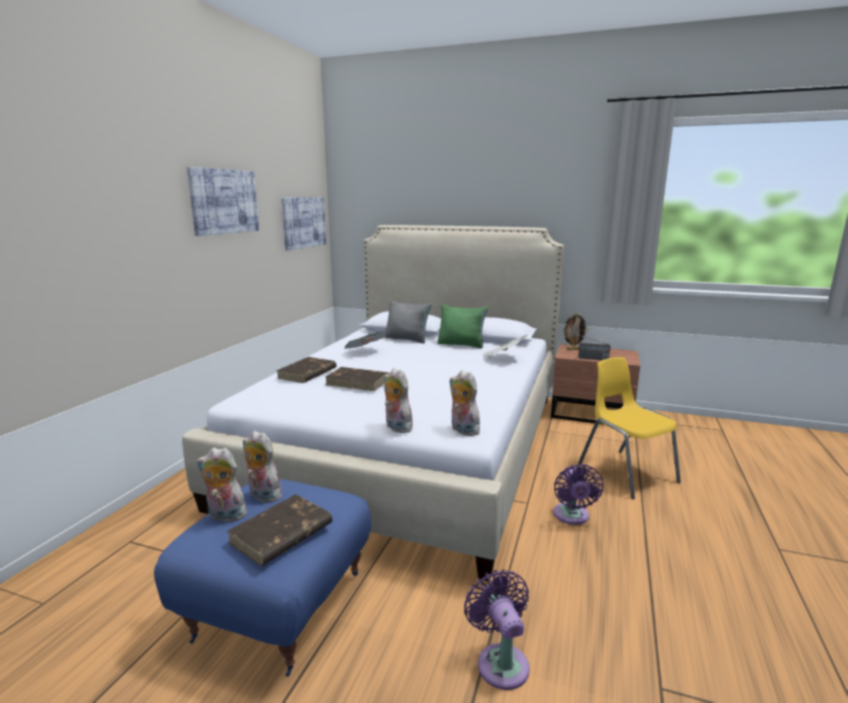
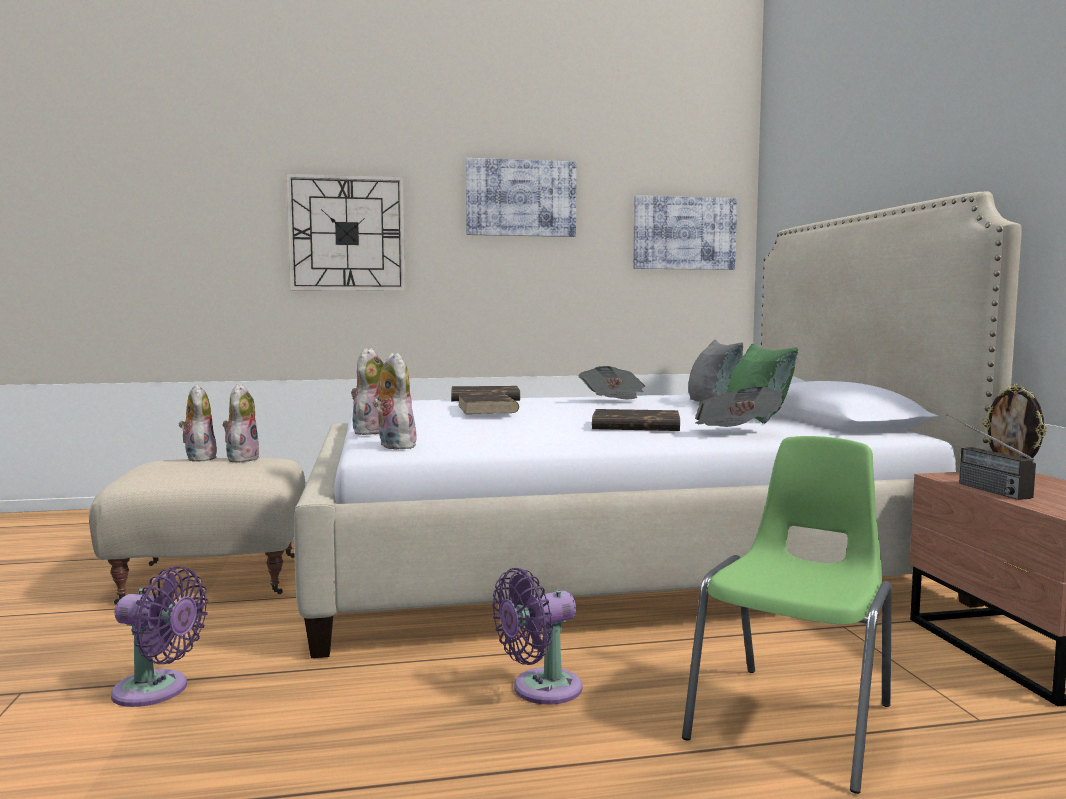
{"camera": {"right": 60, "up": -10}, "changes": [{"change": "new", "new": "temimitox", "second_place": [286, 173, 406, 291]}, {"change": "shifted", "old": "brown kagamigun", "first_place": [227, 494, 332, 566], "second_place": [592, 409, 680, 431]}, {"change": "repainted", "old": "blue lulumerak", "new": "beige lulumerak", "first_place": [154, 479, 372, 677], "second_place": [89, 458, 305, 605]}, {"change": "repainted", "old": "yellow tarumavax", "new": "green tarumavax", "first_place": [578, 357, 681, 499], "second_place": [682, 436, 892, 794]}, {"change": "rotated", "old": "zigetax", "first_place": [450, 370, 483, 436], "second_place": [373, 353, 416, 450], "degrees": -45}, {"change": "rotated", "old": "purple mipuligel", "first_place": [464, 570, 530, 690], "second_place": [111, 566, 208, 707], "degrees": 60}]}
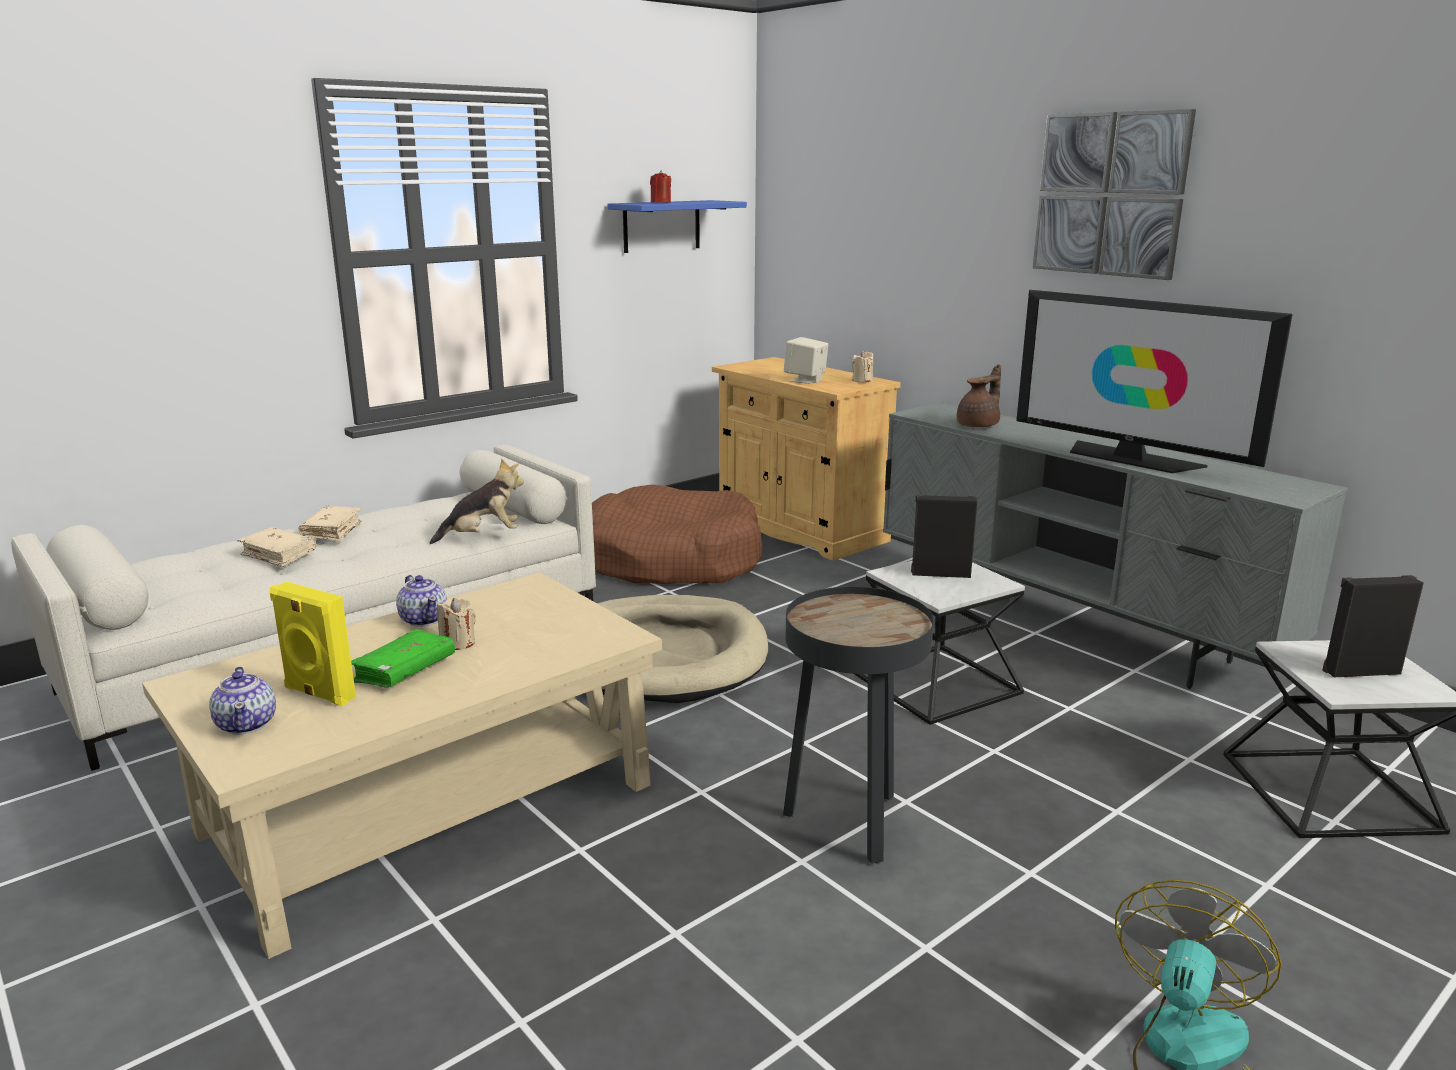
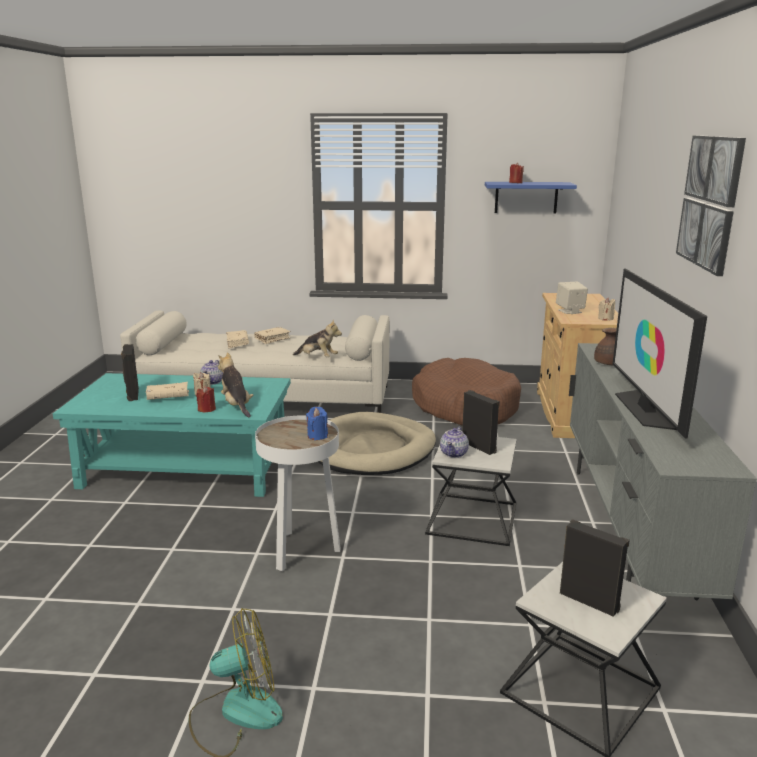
{"camera": {"right": 45, "up": 0}, "changes": [{"change": "new", "new": "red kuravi", "second_place": [196, 386, 216, 412]}, {"change": "new", "new": "zigetax", "second_place": [218, 352, 253, 417]}, {"change": "new", "new": "blue kuravi", "second_place": [306, 407, 328, 440]}, {"change": "shifted", "old": "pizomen", "first_place": [209, 667, 276, 735], "second_place": [440, 427, 469, 458]}, {"change": "repainted", "old": "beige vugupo", "new": "turquoise vugupo", "first_place": [142, 572, 662, 959], "second_place": [53, 373, 291, 497]}, {"change": "repainted", "old": "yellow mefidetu", "new": "black mefidetu", "first_place": [270, 582, 356, 706], "second_place": [121, 344, 139, 401]}, {"change": "repainted", "old": "green kagamigun", "new": "beige kagamigun", "first_place": [351, 629, 455, 688], "second_place": [146, 382, 189, 400]}, {"change": "repainted", "old": "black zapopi", "new": "white zapopi", "first_place": [783, 587, 934, 864], "second_place": [255, 416, 340, 571]}]}
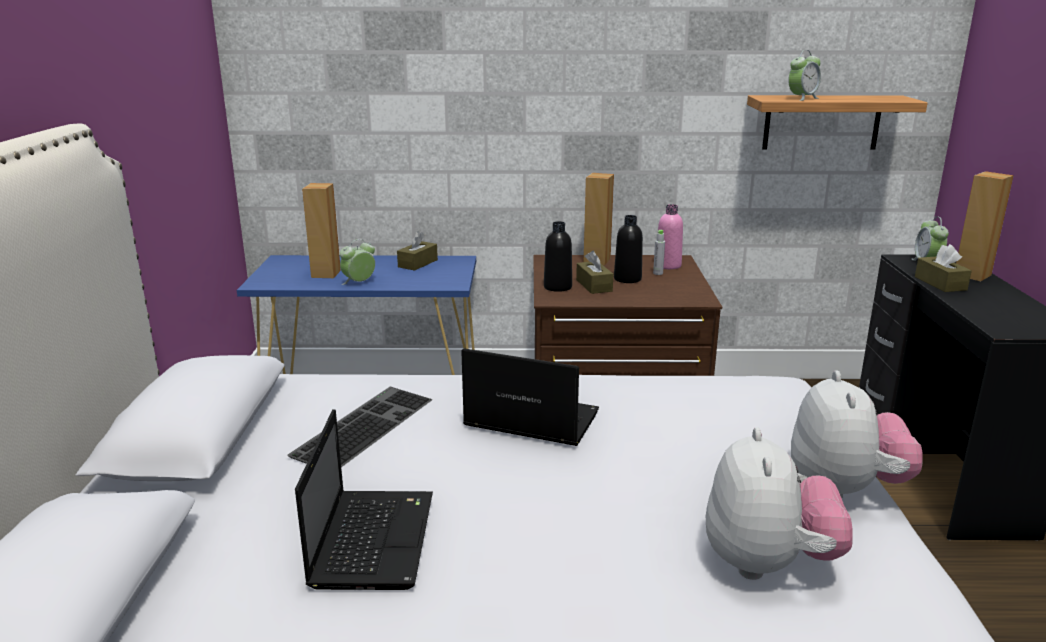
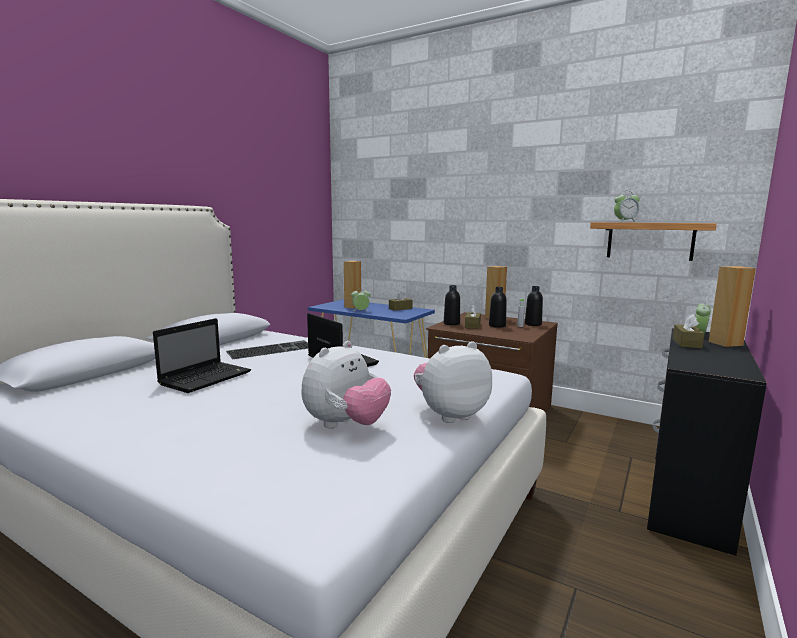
{"camera": {"right": 30, "up": -10}, "changes": [{"change": "repainted", "old": "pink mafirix", "new": "black mafirix", "first_place": [658, 204, 683, 269], "second_place": [525, 286, 543, 326]}, {"change": "rotated", "old": "zigetax", "first_place": [791, 370, 923, 498], "second_place": [414, 341, 492, 423], "degrees": -150}]}
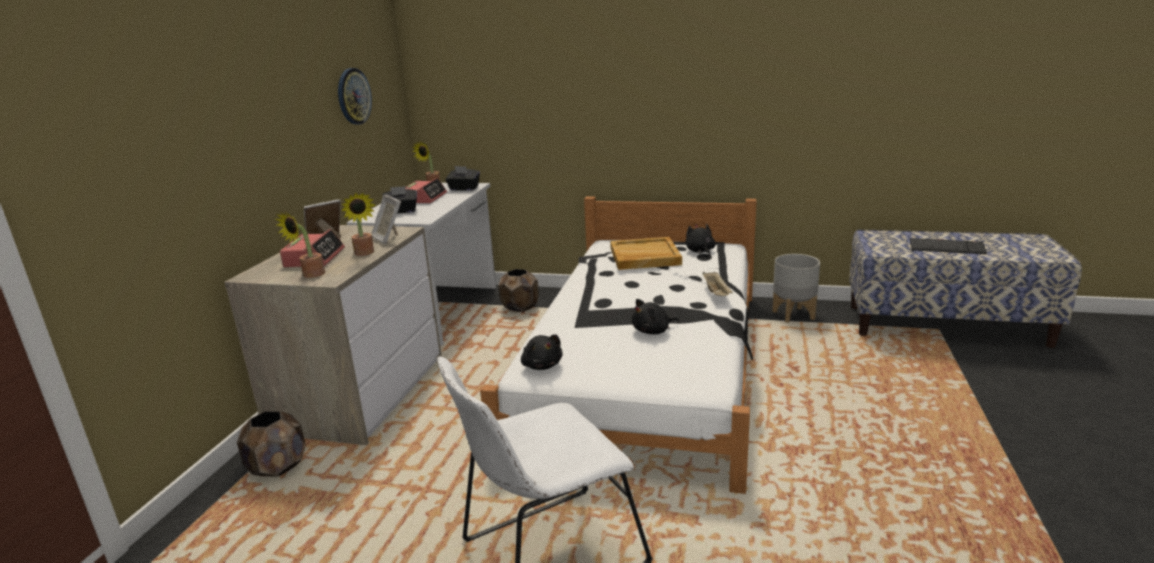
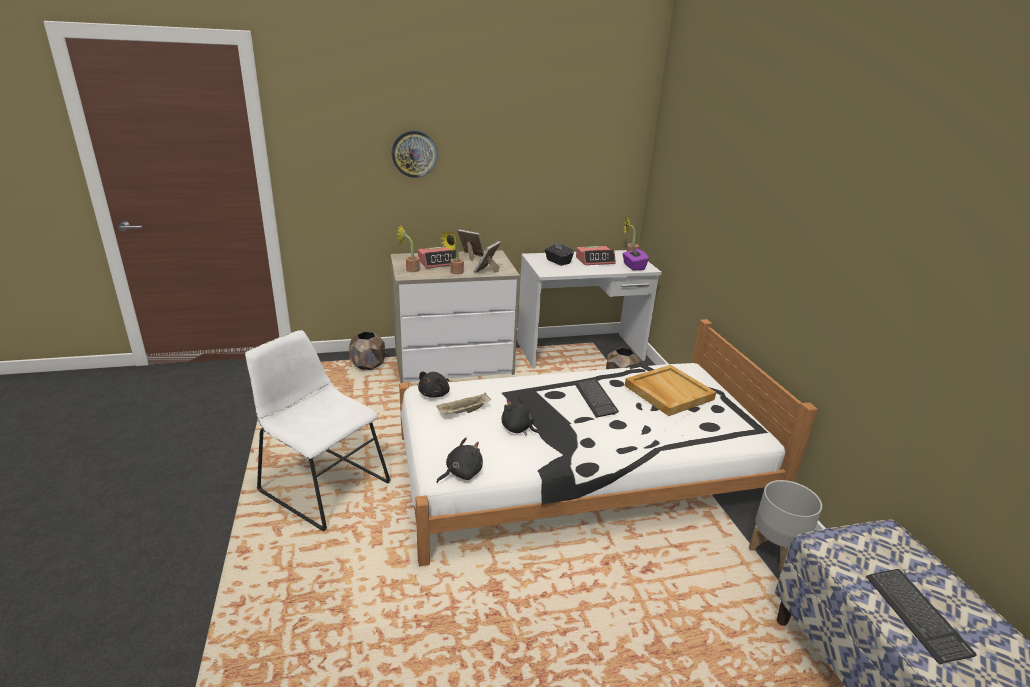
{"camera": {"right": 60, "up": 5}, "changes": [{"change": "new", "new": "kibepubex", "second_place": [575, 379, 619, 418]}, {"change": "shifted", "old": "temimitox", "first_place": [338, 68, 372, 124], "second_place": [392, 131, 438, 178]}, {"change": "shifted", "old": "black zigetax", "first_place": [686, 224, 716, 257], "second_place": [436, 438, 483, 483]}, {"change": "shifted", "old": "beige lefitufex", "first_place": [702, 272, 733, 296], "second_place": [436, 393, 491, 415]}, {"change": "repainted", "old": "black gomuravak", "new": "purple gomuravak", "first_place": [445, 166, 480, 191], "second_place": [623, 246, 649, 271]}]}
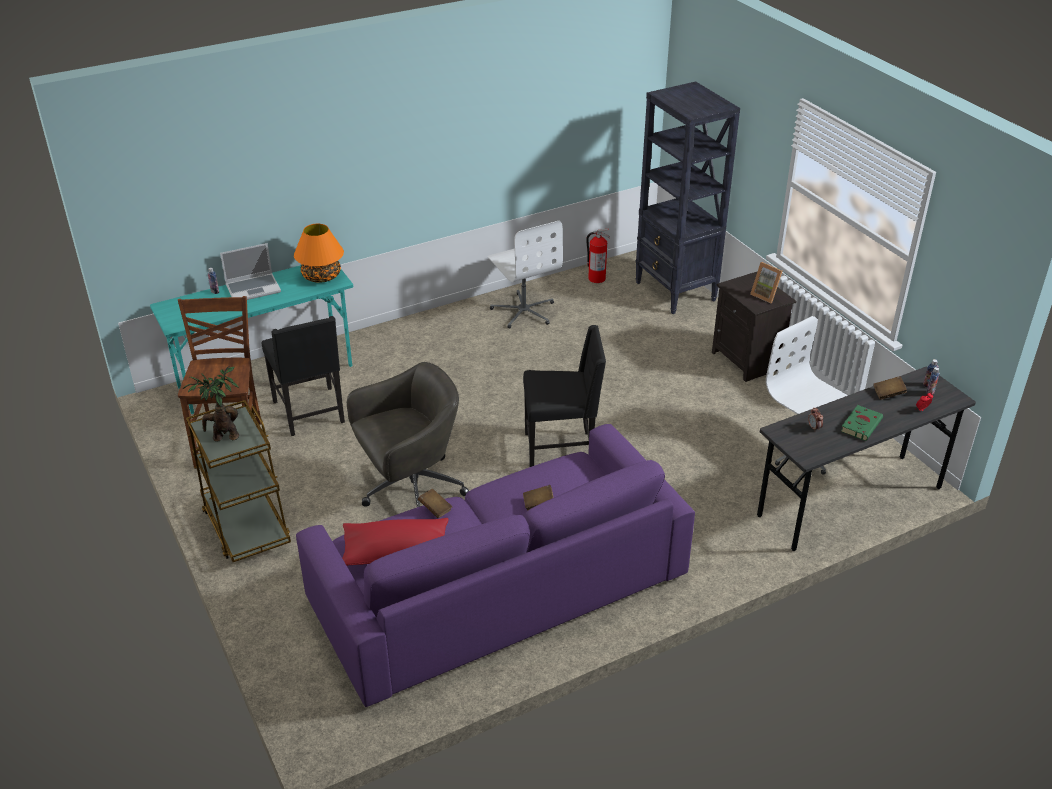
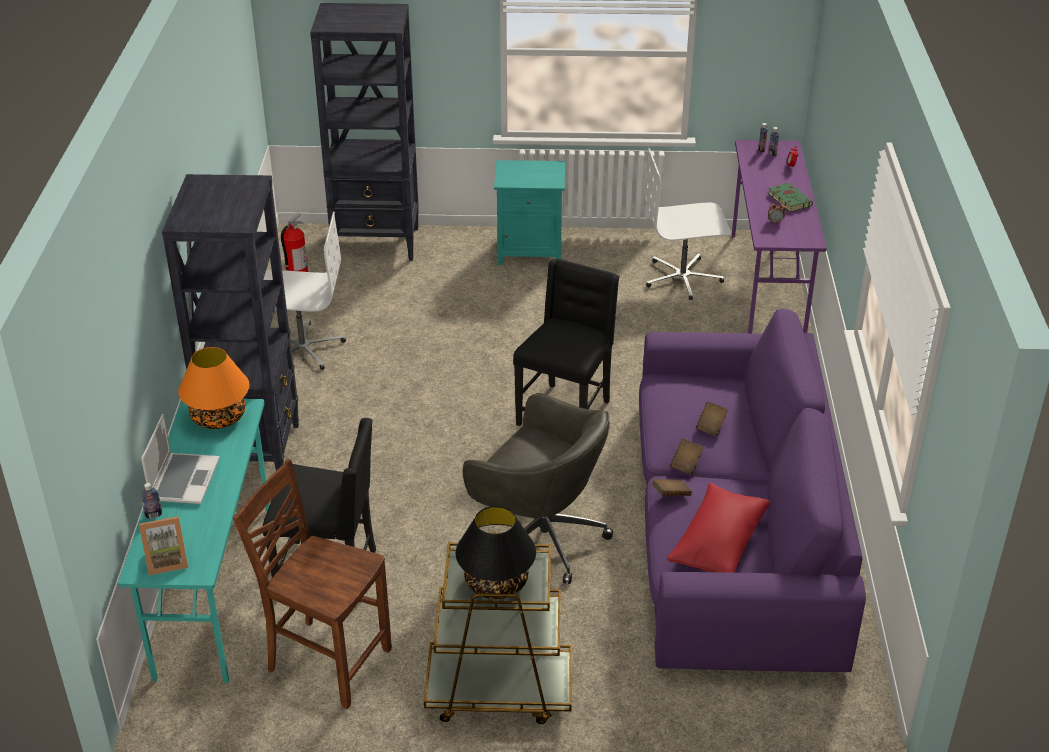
{"camera": {"right": -60, "up": 0}, "changes": [{"change": "new", "new": "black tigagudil", "second_place": [162, 174, 299, 471]}, {"change": "shifted", "old": "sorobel", "first_place": [750, 262, 783, 304], "second_place": [139, 516, 188, 575]}, {"change": "shifted", "old": "brown kagamigun", "first_place": [873, 376, 907, 400], "second_place": [670, 439, 704, 475]}, {"change": "swapped", "old": "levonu", "new": "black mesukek", "first_place": [183, 366, 239, 442], "second_place": [456, 506, 536, 599]}, {"change": "repainted", "old": "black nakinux", "new": "turquoise nakinux", "first_place": [712, 272, 796, 382], "second_place": [494, 160, 565, 265]}, {"change": "repainted", "old": "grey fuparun", "new": "purple fuparun", "first_place": [757, 367, 976, 551], "second_place": [732, 140, 827, 333]}, {"change": "rotated", "old": "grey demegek", "first_place": [347, 362, 469, 507], "second_place": [463, 393, 613, 584], "degrees": 120}]}
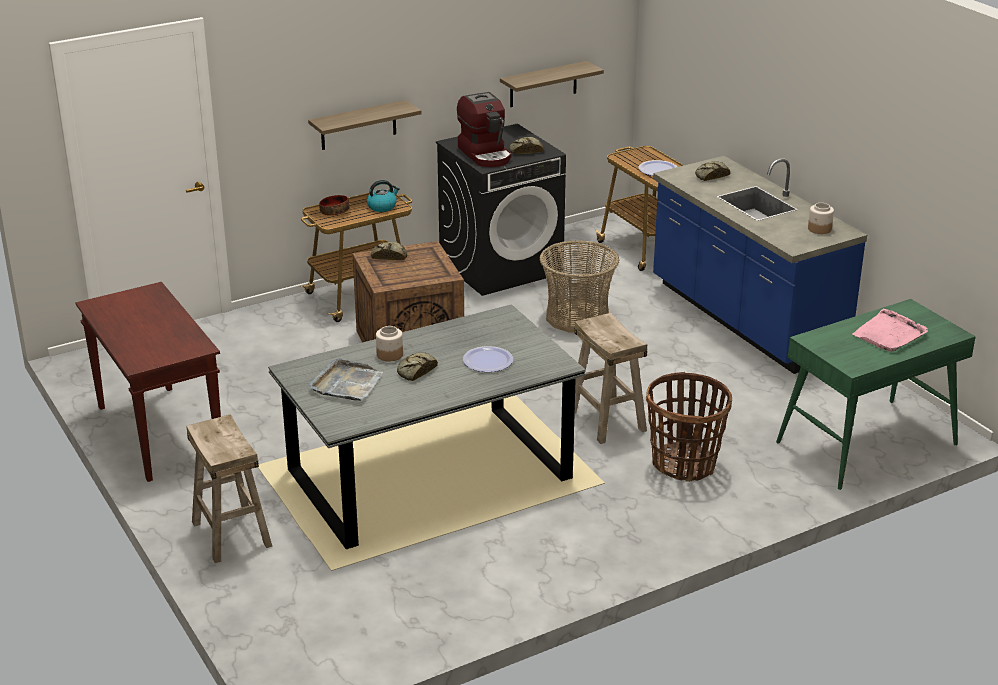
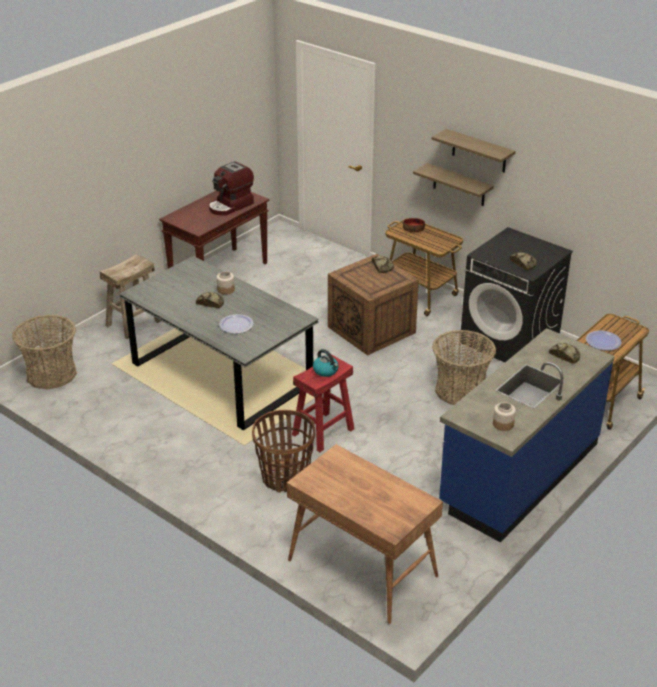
{"camera": {"right": 70, "up": 5}, "changes": [{"change": "gone", "old": "grey lefitufex", "first_place": [309, 359, 383, 401]}, {"change": "gone", "old": "pink lefitufex", "first_place": [852, 309, 928, 352]}, {"change": "new", "new": "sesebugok", "second_place": [12, 315, 77, 389]}, {"change": "shifted", "old": "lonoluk", "first_place": [367, 180, 400, 212], "second_place": [313, 349, 339, 377]}, {"change": "shifted", "old": "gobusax", "first_place": [457, 92, 512, 167], "second_place": [209, 162, 254, 216]}, {"change": "shifted", "old": "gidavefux", "first_place": [500, 61, 604, 107], "second_place": [432, 129, 515, 173]}, {"change": "repainted", "old": "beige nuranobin", "new": "red nuranobin", "first_place": [574, 313, 647, 444], "second_place": [292, 354, 355, 452]}, {"change": "repainted", "old": "green fuparun", "new": "brown fuparun", "first_place": [776, 299, 976, 490], "second_place": [287, 444, 443, 624]}]}
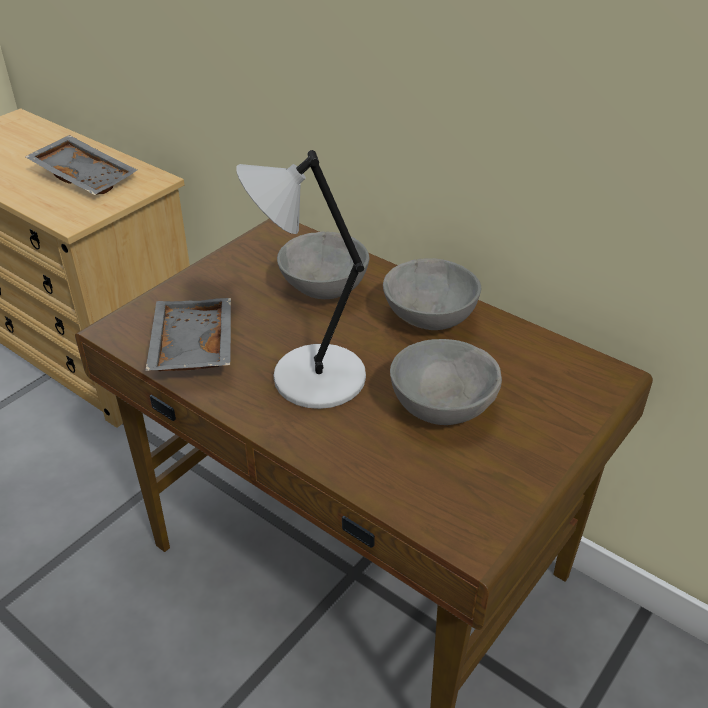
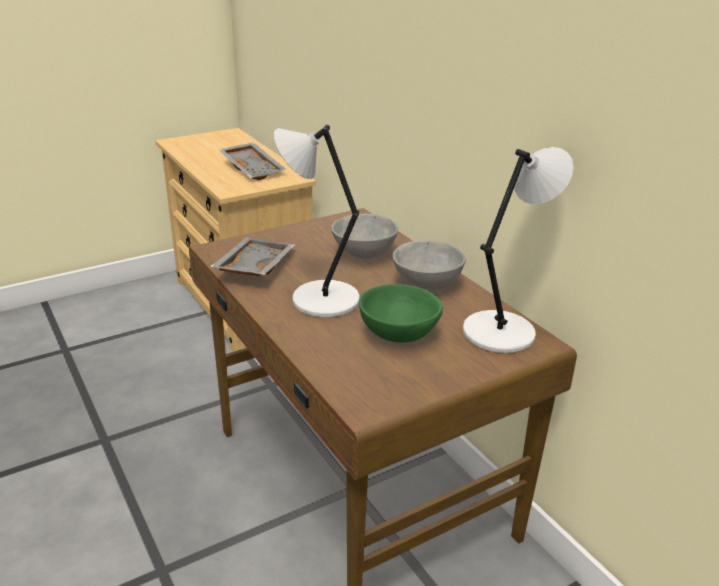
{"camera": {"right": 20, "up": -10}, "changes": [{"change": "new", "new": "grey mesukek", "second_place": [463, 147, 574, 353]}, {"change": "repainted", "old": "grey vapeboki", "new": "green vapeboki", "first_place": [390, 339, 502, 425], "second_place": [359, 284, 443, 343]}]}
